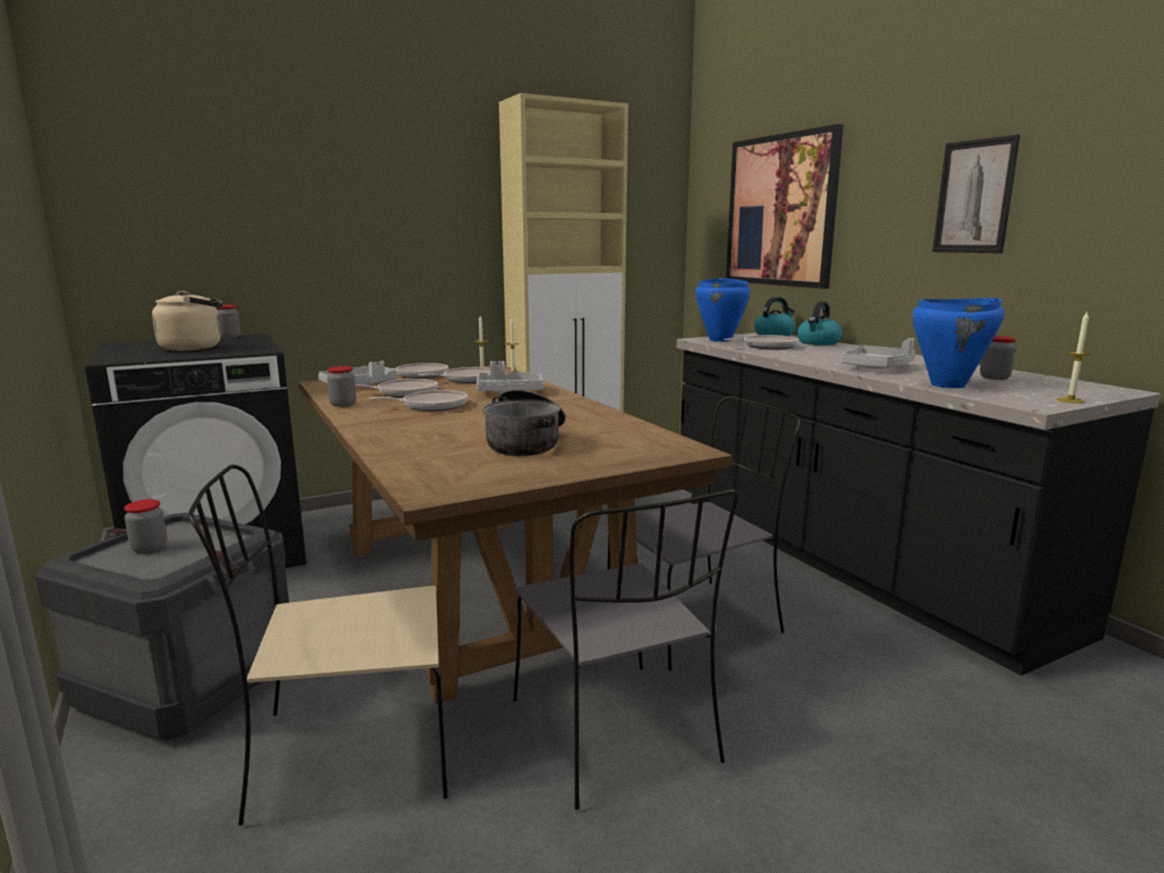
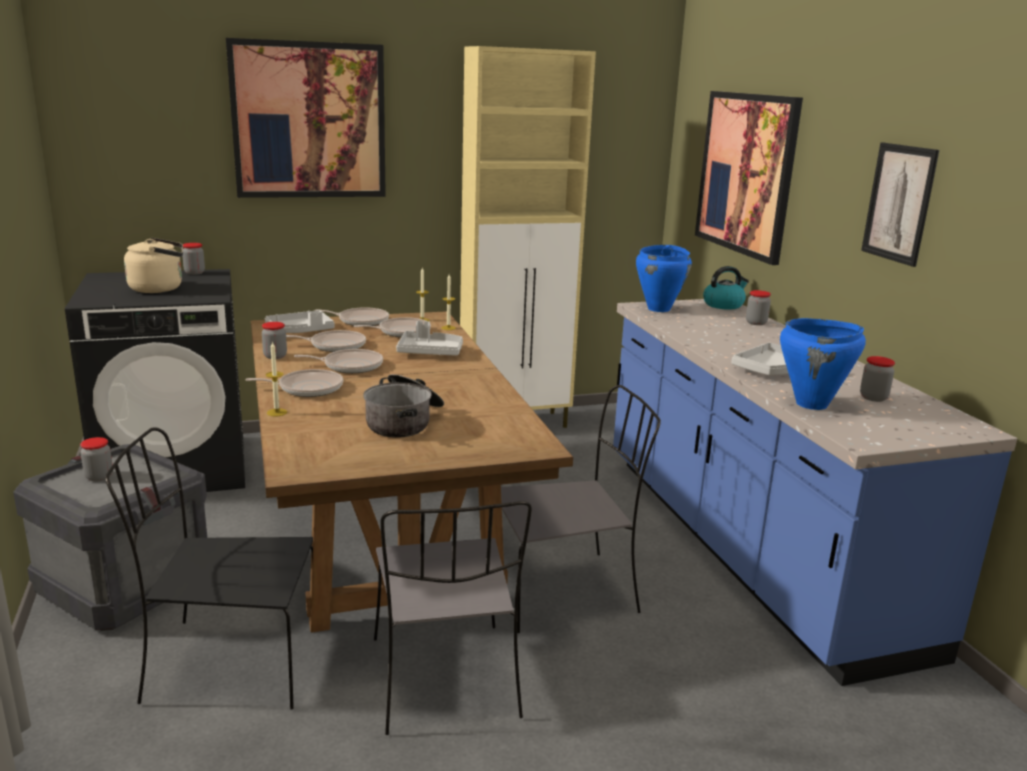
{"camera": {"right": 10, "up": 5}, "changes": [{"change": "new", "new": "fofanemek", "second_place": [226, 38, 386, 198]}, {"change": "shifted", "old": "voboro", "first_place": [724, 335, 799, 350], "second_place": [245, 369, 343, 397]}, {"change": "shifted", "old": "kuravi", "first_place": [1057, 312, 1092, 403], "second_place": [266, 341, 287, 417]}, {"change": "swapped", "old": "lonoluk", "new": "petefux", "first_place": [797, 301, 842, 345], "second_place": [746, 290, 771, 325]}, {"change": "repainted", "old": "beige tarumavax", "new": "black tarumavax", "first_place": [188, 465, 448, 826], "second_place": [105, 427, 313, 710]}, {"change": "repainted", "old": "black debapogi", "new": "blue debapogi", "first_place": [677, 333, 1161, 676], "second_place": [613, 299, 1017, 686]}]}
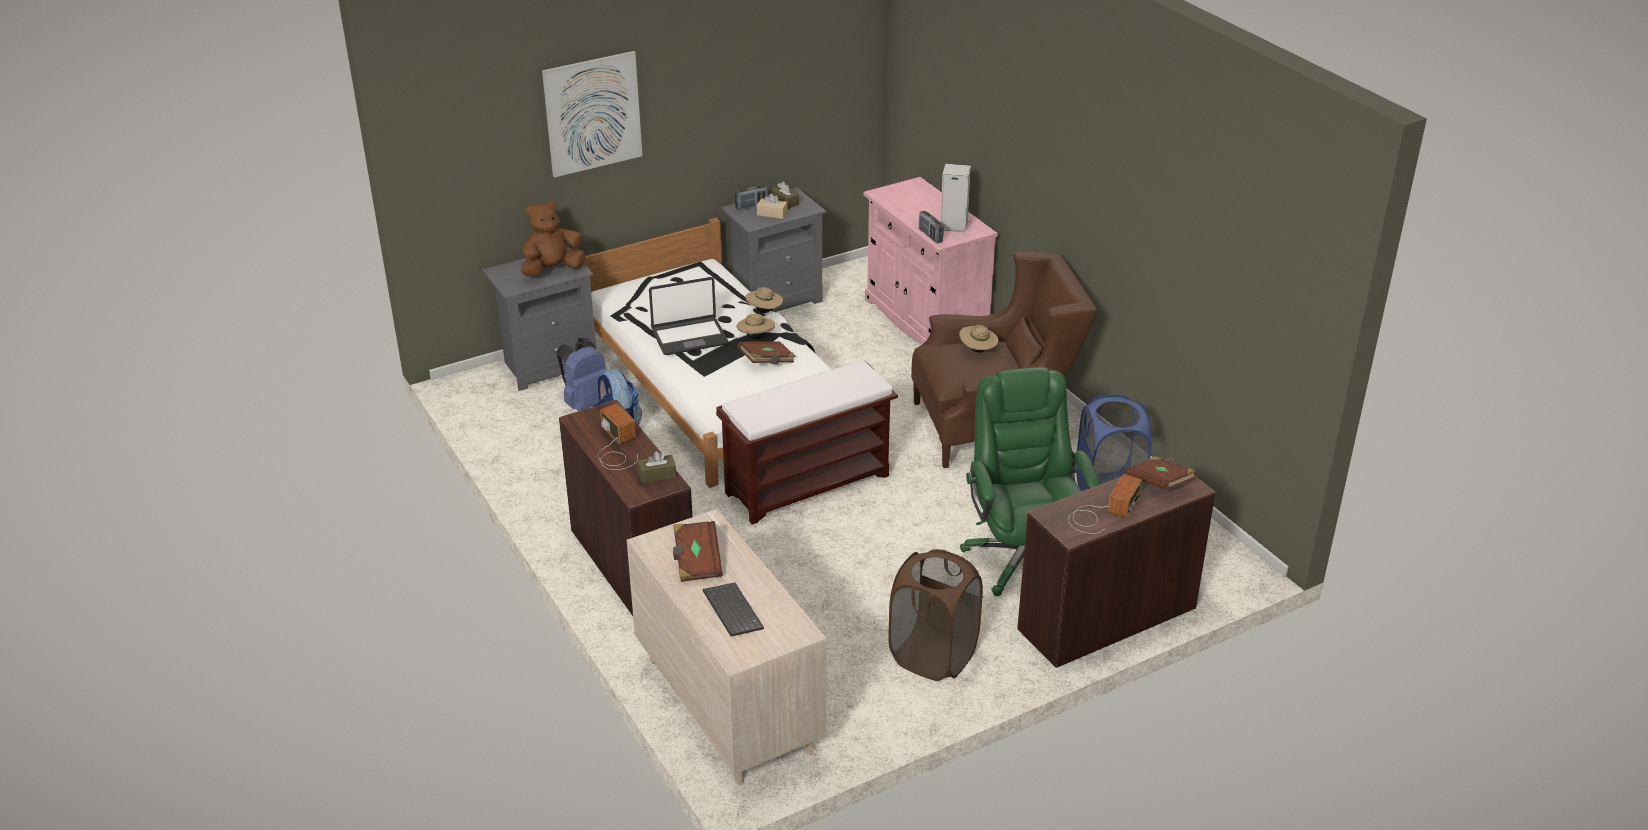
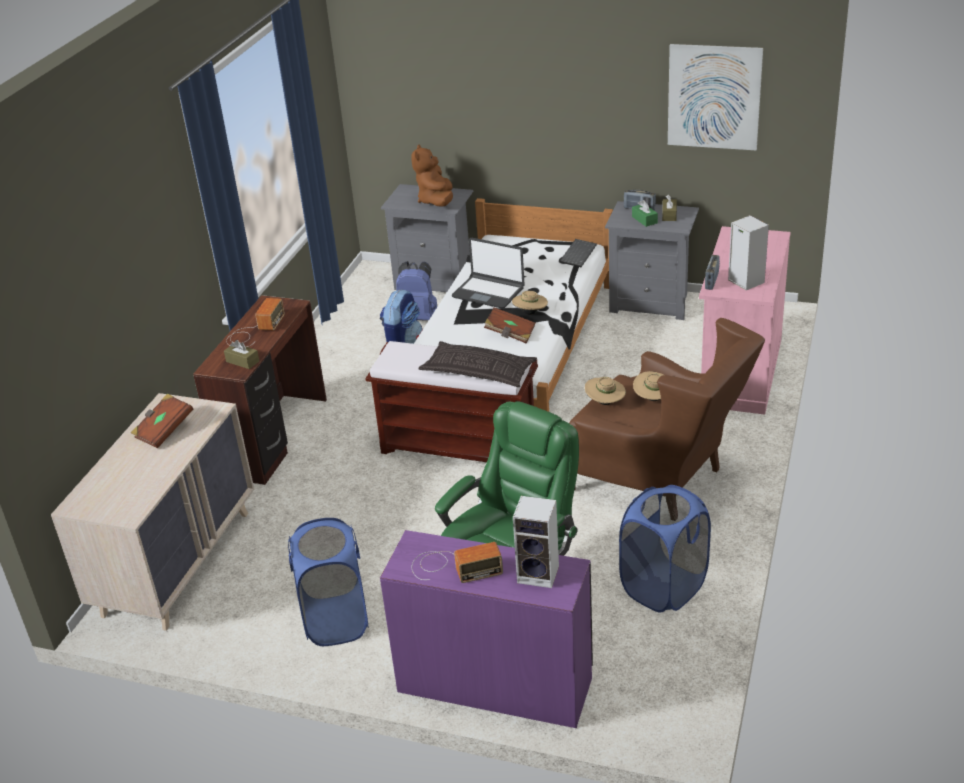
{"camera": {"right": 50, "up": 0}, "changes": [{"change": "new", "new": "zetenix", "second_place": [418, 341, 537, 387]}, {"change": "shifted", "old": "fofanemek", "first_place": [542, 51, 642, 177], "second_place": [668, 44, 763, 150]}, {"change": "shifted", "old": "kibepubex", "first_place": [703, 582, 764, 636], "second_place": [560, 239, 597, 267]}, {"change": "shifted", "old": "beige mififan", "first_place": [746, 287, 783, 313], "second_place": [585, 377, 626, 405]}, {"change": "swapped", "old": "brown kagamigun", "new": "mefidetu", "first_place": [1126, 456, 1196, 490], "second_place": [513, 496, 559, 588]}, {"change": "repainted", "old": "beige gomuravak", "new": "green gomuravak", "first_place": [757, 193, 787, 219], "second_place": [632, 200, 658, 227]}, {"change": "repainted", "old": "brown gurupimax", "new": "blue gurupimax", "first_place": [888, 549, 983, 681], "second_place": [288, 518, 369, 646]}, {"change": "repainted", "old": "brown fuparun", "new": "purple fuparun", "first_place": [1017, 458, 1216, 668], "second_place": [380, 530, 593, 728]}, {"change": "rotated", "old": "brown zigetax", "first_place": [520, 201, 585, 276], "second_place": [411, 145, 453, 206], "degrees": -105}]}
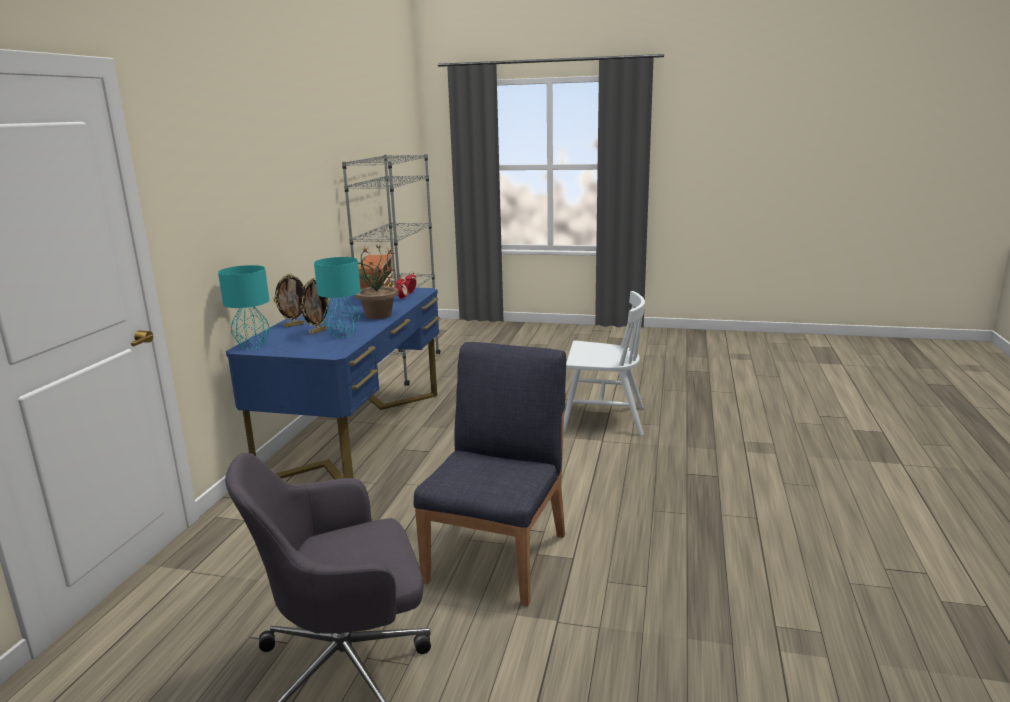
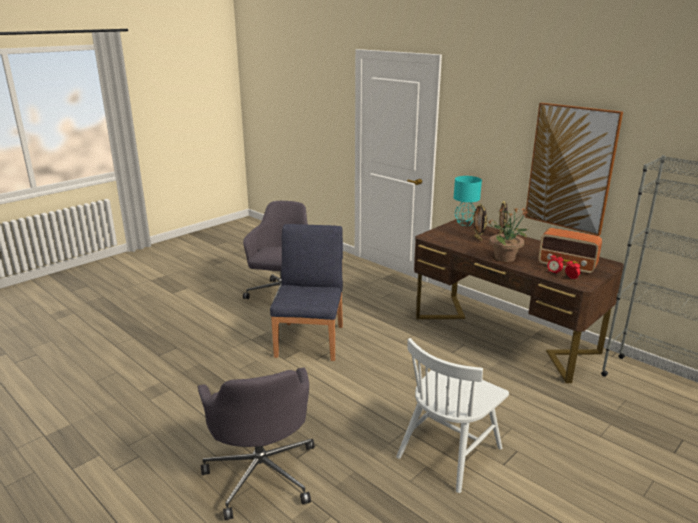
{"camera": {"right": 120, "up": 5}, "changes": [{"change": "gone", "old": "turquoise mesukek", "first_place": [314, 257, 361, 338]}, {"change": "new", "new": "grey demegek", "second_place": [198, 368, 315, 520]}, {"change": "new", "new": "fofanemek", "second_place": [525, 103, 623, 236]}, {"change": "repainted", "old": "blue fuparun", "new": "brown fuparun", "first_place": [226, 287, 440, 479], "second_place": [414, 219, 624, 383]}, {"change": "rotated", "old": "blue tarumavax", "first_place": [413, 342, 566, 606], "second_place": [270, 224, 343, 361], "degrees": -135}]}
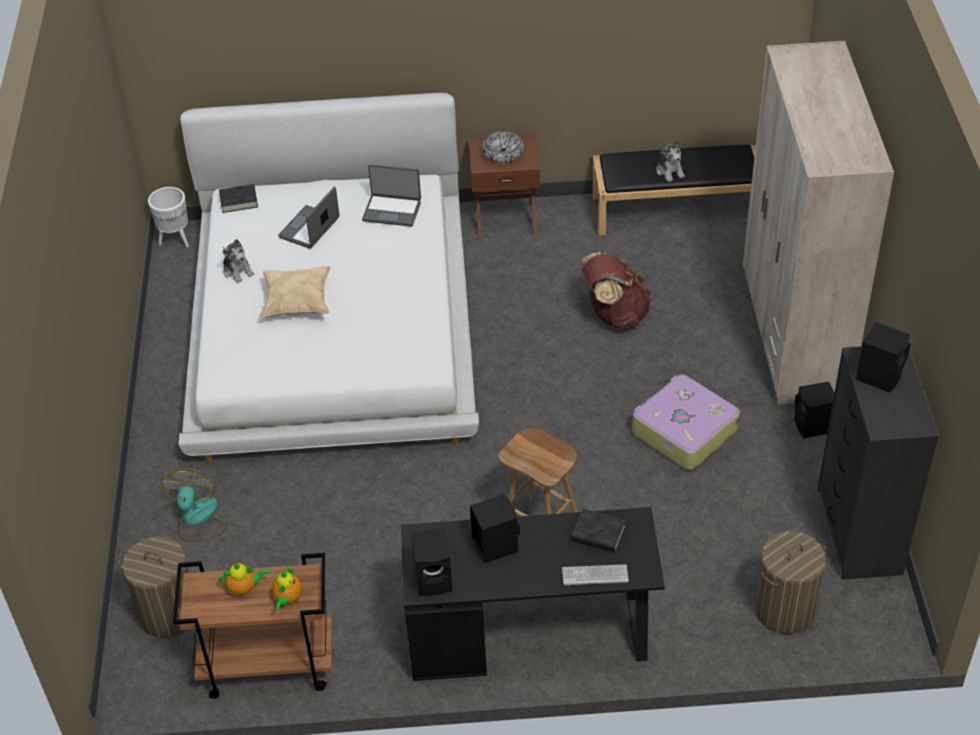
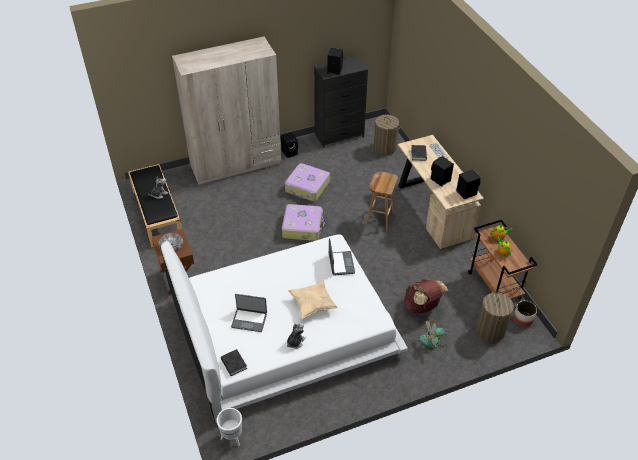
{"camera": {"right": -110, "up": 0}, "changes": [{"change": "new", "new": "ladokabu", "second_place": [282, 204, 325, 241]}, {"change": "new", "new": "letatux", "second_place": [513, 301, 537, 327]}, {"change": "shifted", "old": "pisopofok", "first_place": [362, 164, 421, 227], "second_place": [329, 238, 355, 276]}, {"change": "shifted", "old": "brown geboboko", "first_place": [581, 252, 652, 329], "second_place": [404, 279, 448, 313]}, {"change": "repainted", "old": "black fuparun", "new": "beige fuparun", "first_place": [401, 507, 665, 681], "second_place": [398, 135, 484, 249]}]}
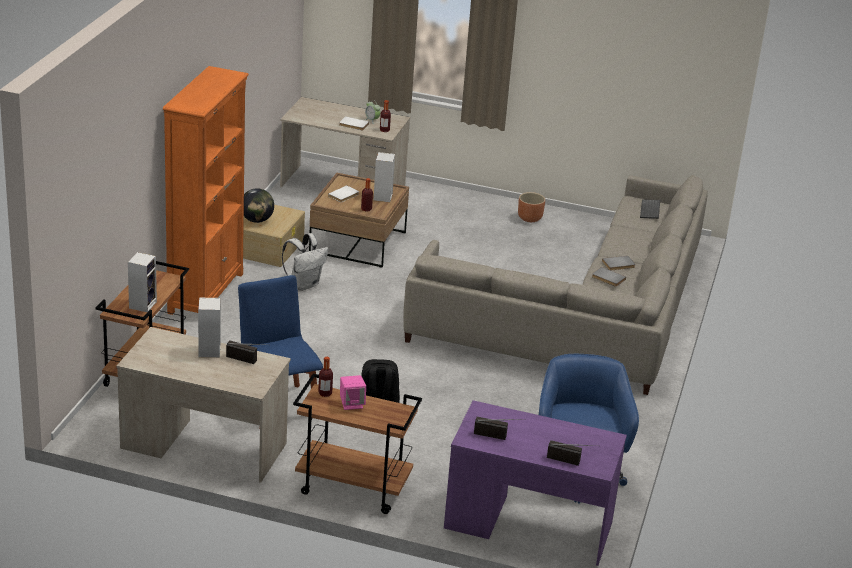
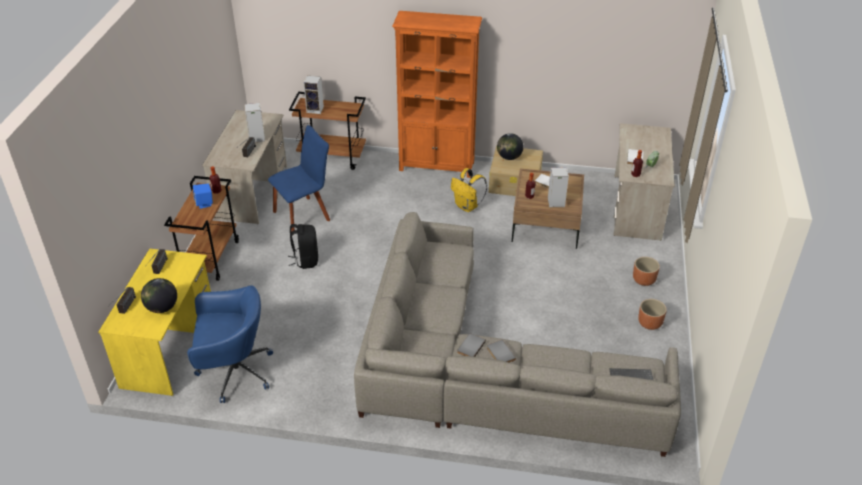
{"camera": {"right": 85, "up": 10}, "changes": [{"change": "new", "new": "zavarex", "second_place": [141, 278, 177, 313]}, {"change": "new", "new": "brown letatux", "second_place": [633, 257, 660, 286]}, {"change": "repainted", "old": "white geboboko", "new": "yellow geboboko", "first_place": [282, 233, 328, 291], "second_place": [451, 168, 487, 212]}, {"change": "repainted", "old": "pink mefidetu", "new": "blue mefidetu", "first_place": [340, 375, 366, 410], "second_place": [193, 184, 213, 209]}, {"change": "repainted", "old": "purple fuparun", "new": "yellow fuparun", "first_place": [444, 400, 627, 566], "second_place": [98, 249, 211, 396]}]}
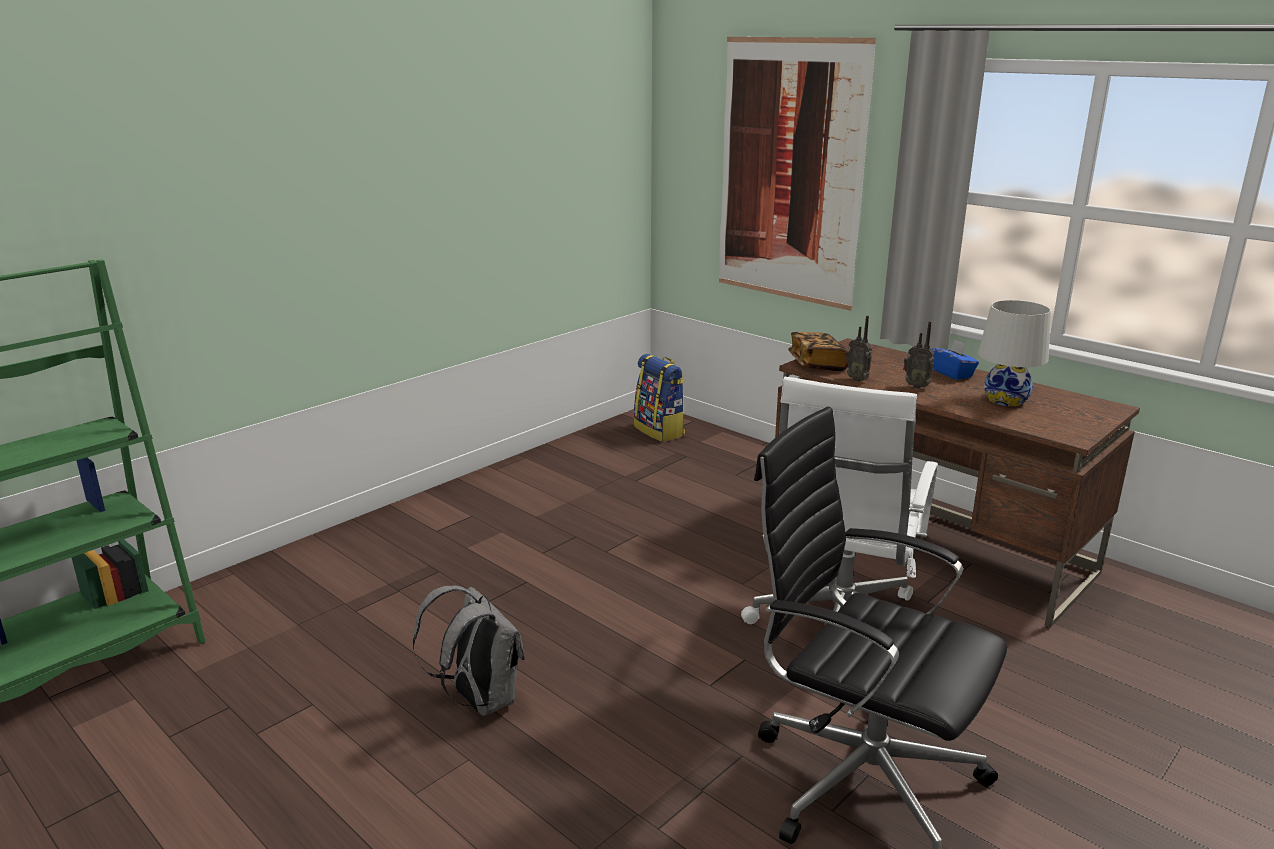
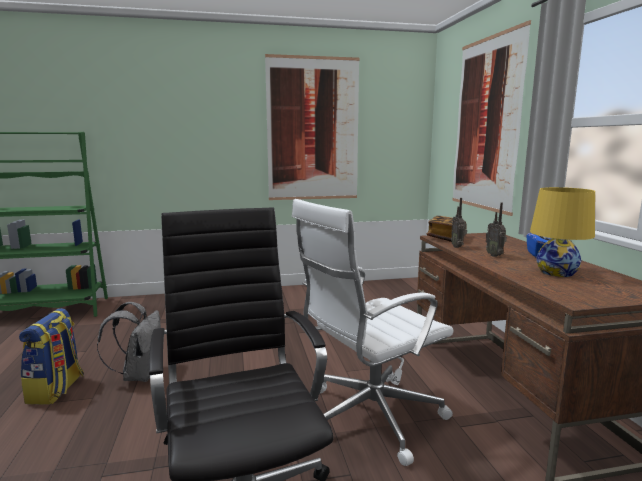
{"camera": {"right": 35, "up": -10}, "changes": [{"change": "new", "new": "fofanemek", "second_place": [265, 54, 359, 200]}, {"change": "shifted", "old": "geboboko", "first_place": [634, 354, 686, 442], "second_place": [19, 308, 84, 405]}, {"change": "repainted", "old": "white mesukek", "new": "yellow mesukek", "first_place": [978, 300, 1051, 406], "second_place": [530, 187, 595, 277]}]}
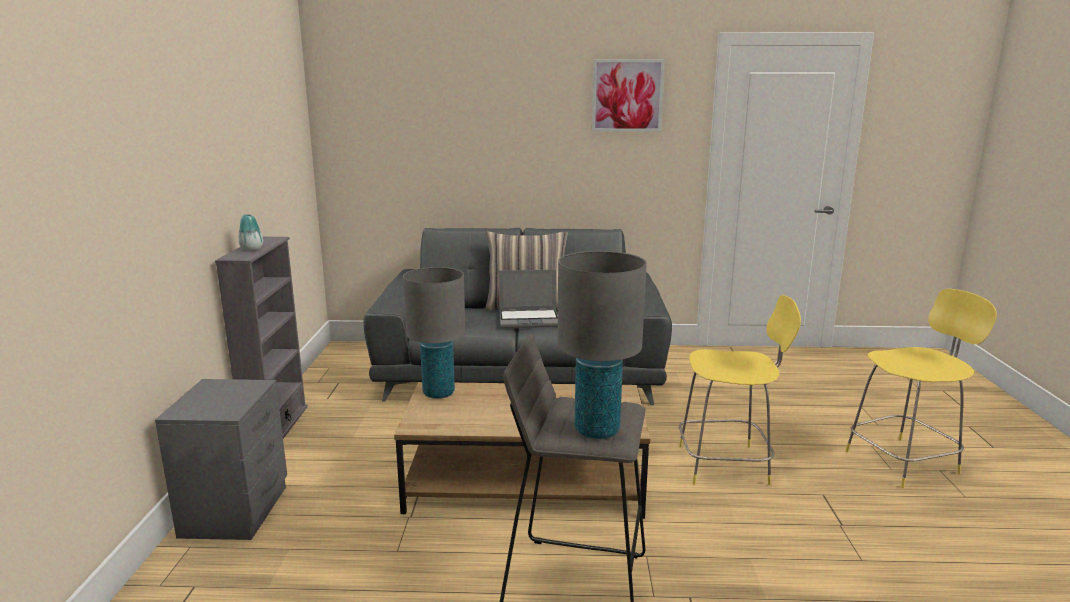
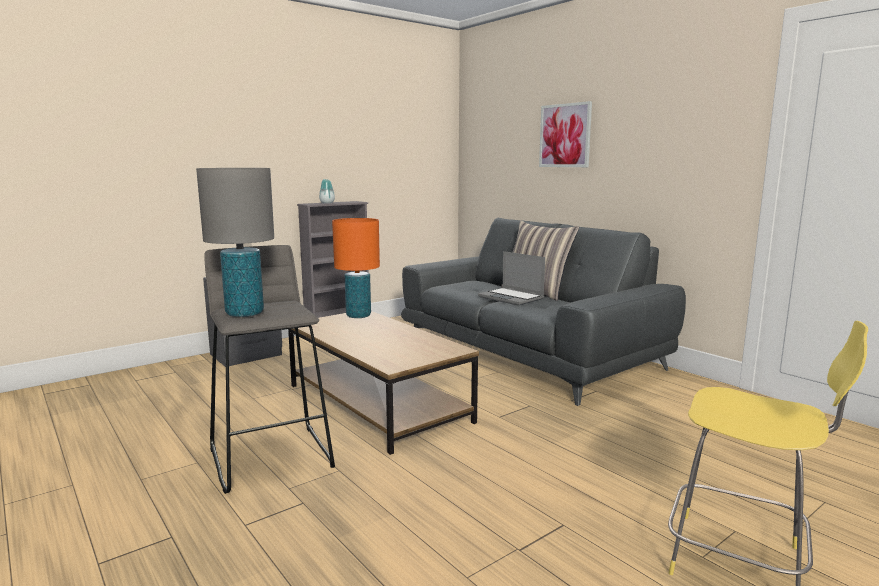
{"camera": {"right": 50, "up": -5}, "changes": [{"change": "gone", "old": "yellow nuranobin", "first_place": [679, 295, 801, 485]}, {"change": "shifted", "old": "fofanemek", "first_place": [592, 59, 665, 132], "second_place": [539, 101, 592, 167]}, {"change": "repainted", "old": "grey mesukek", "new": "orange mesukek", "first_place": [403, 267, 465, 399], "second_place": [332, 218, 380, 318]}]}
